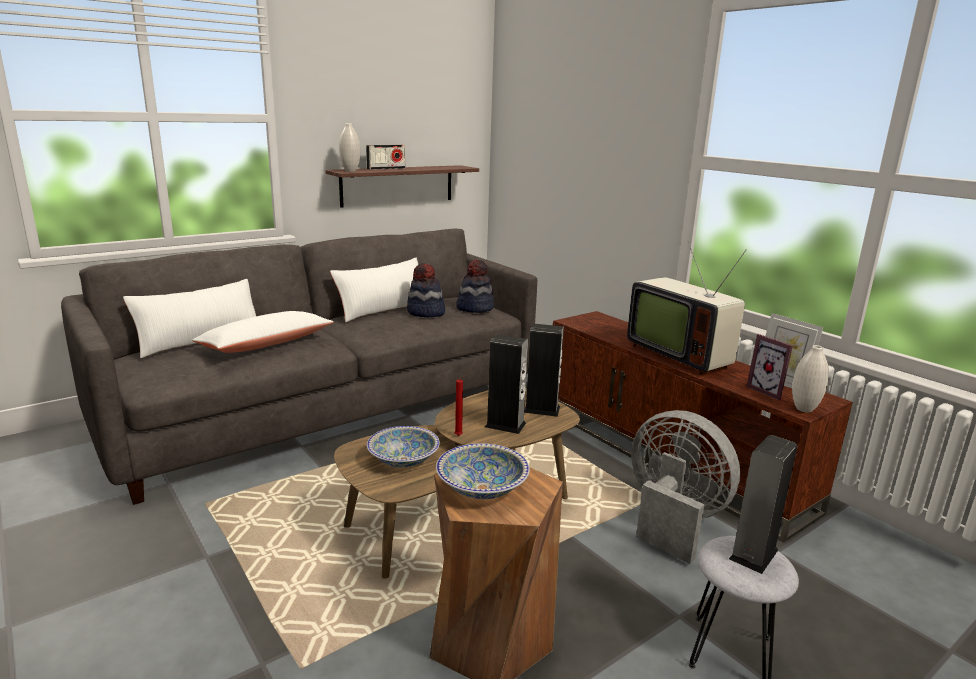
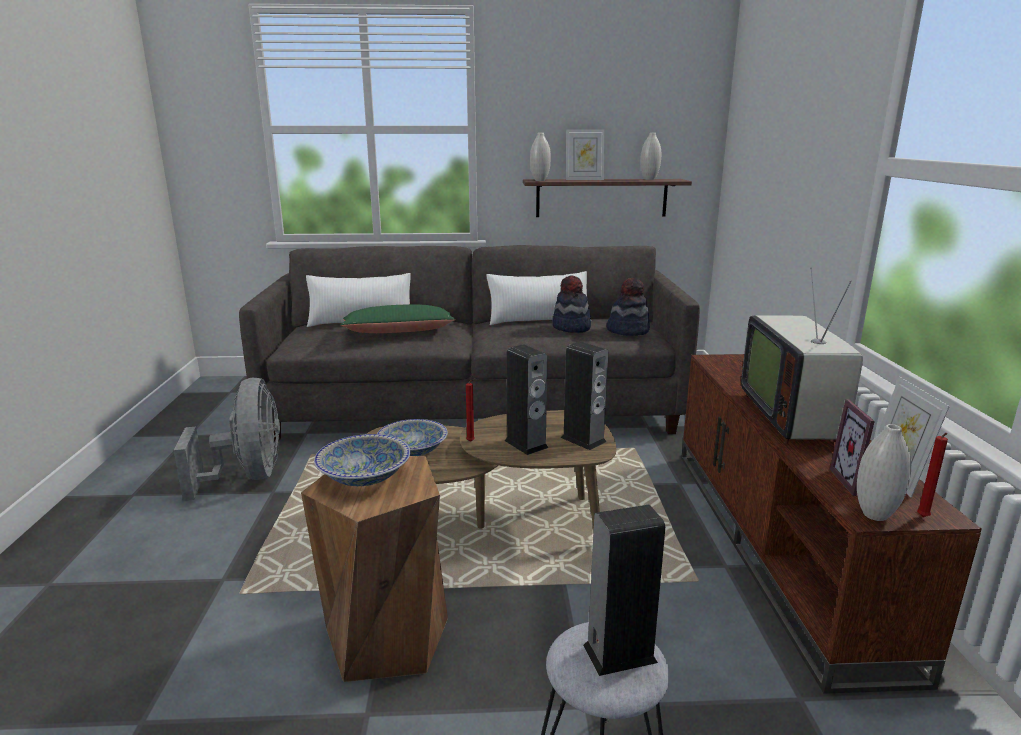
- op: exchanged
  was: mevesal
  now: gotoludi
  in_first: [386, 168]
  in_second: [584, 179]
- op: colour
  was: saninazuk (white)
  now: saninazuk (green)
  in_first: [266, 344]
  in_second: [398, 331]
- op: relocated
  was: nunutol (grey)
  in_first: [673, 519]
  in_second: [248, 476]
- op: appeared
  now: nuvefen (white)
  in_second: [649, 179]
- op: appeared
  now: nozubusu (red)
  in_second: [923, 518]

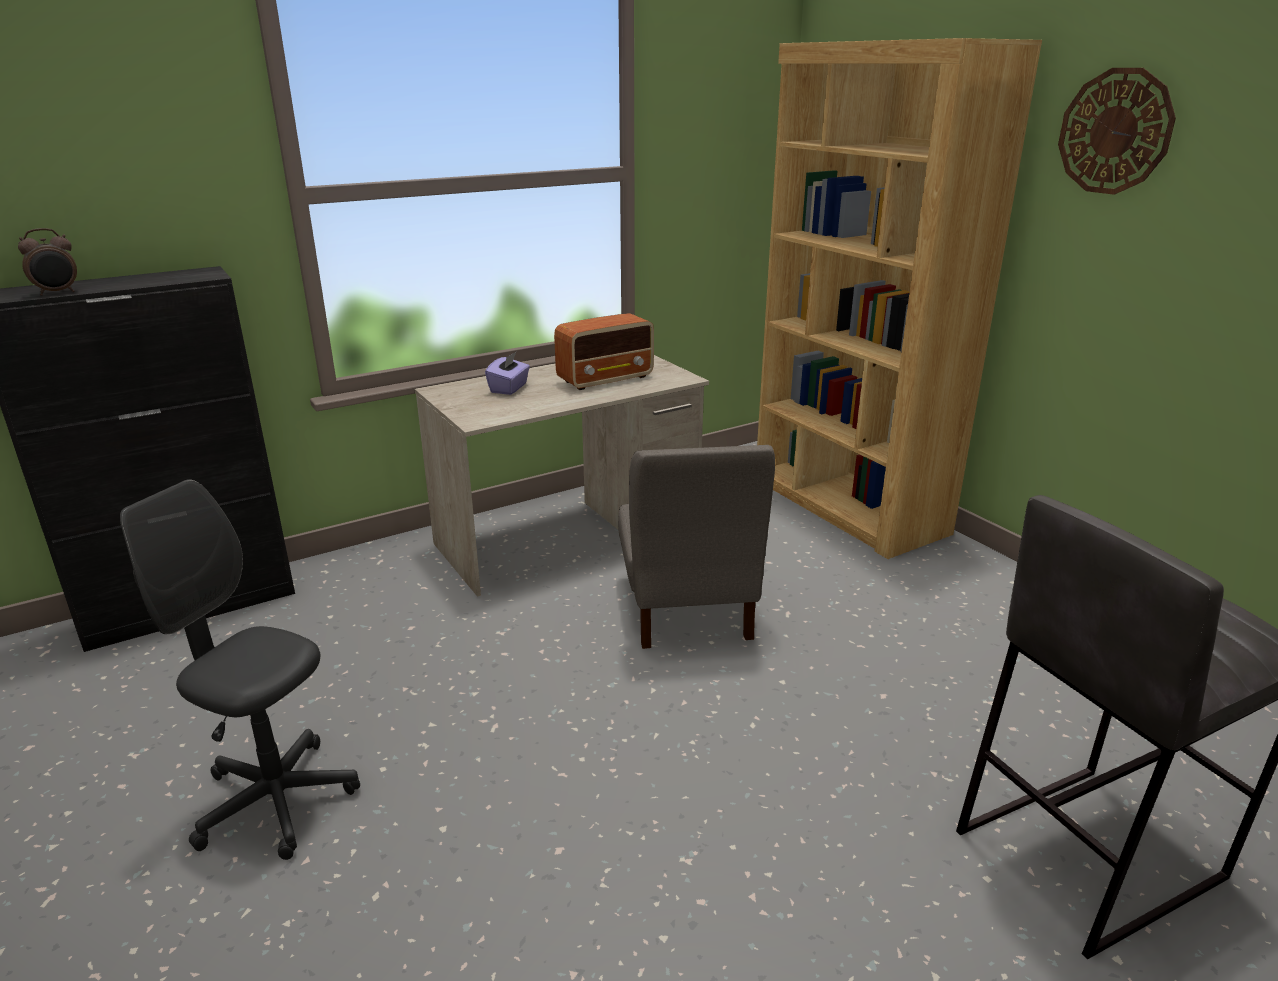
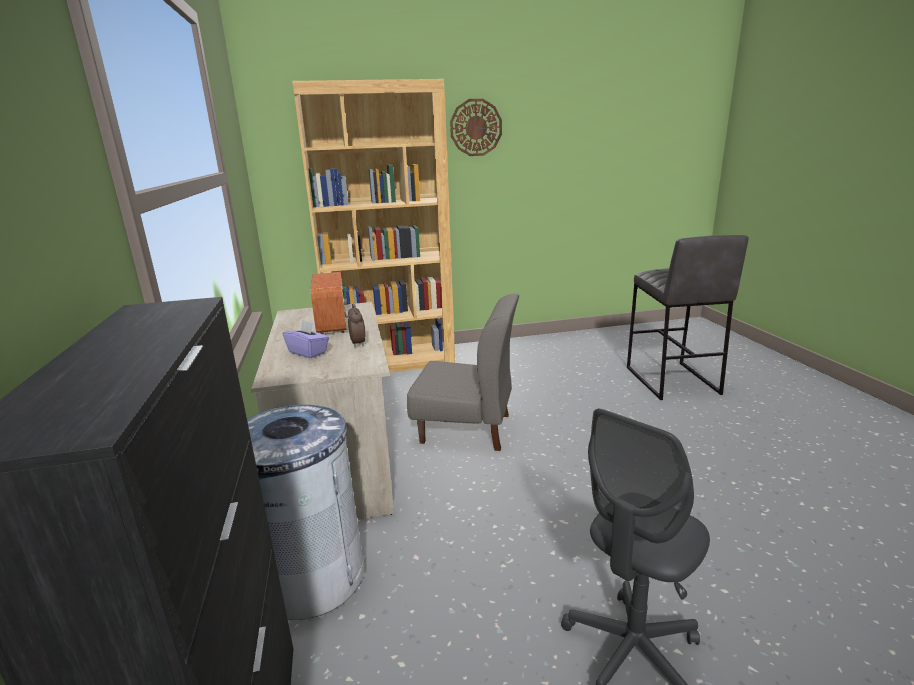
- op: relocated
  was: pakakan
  in_first: [58, 293]
  in_second: [358, 344]
- op: appeared
  now: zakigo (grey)
  in_second: [312, 576]

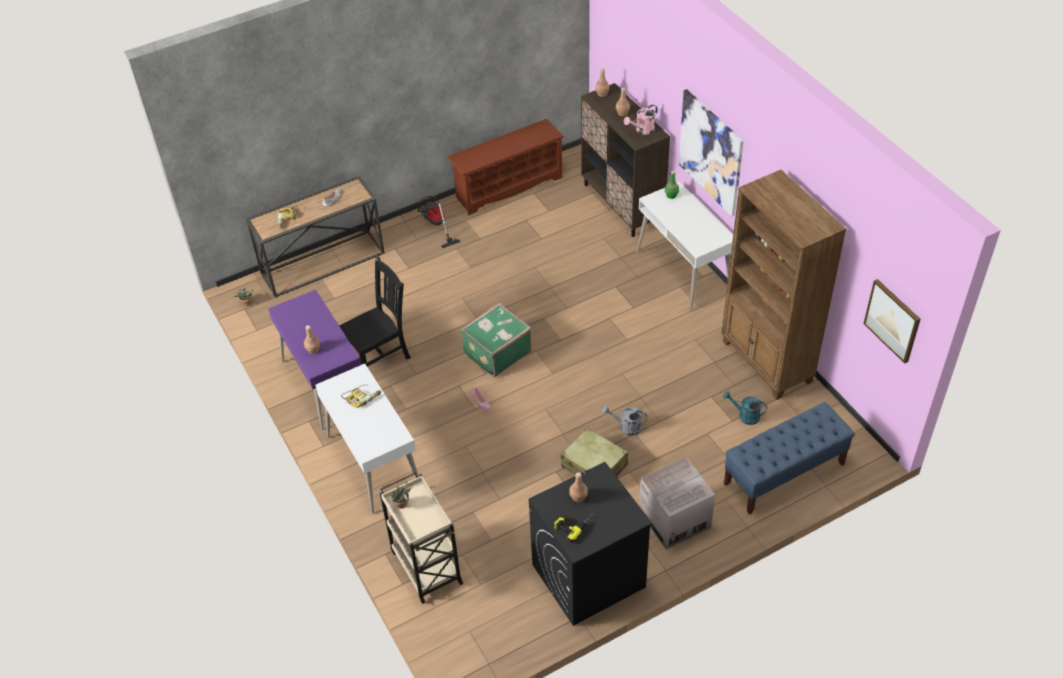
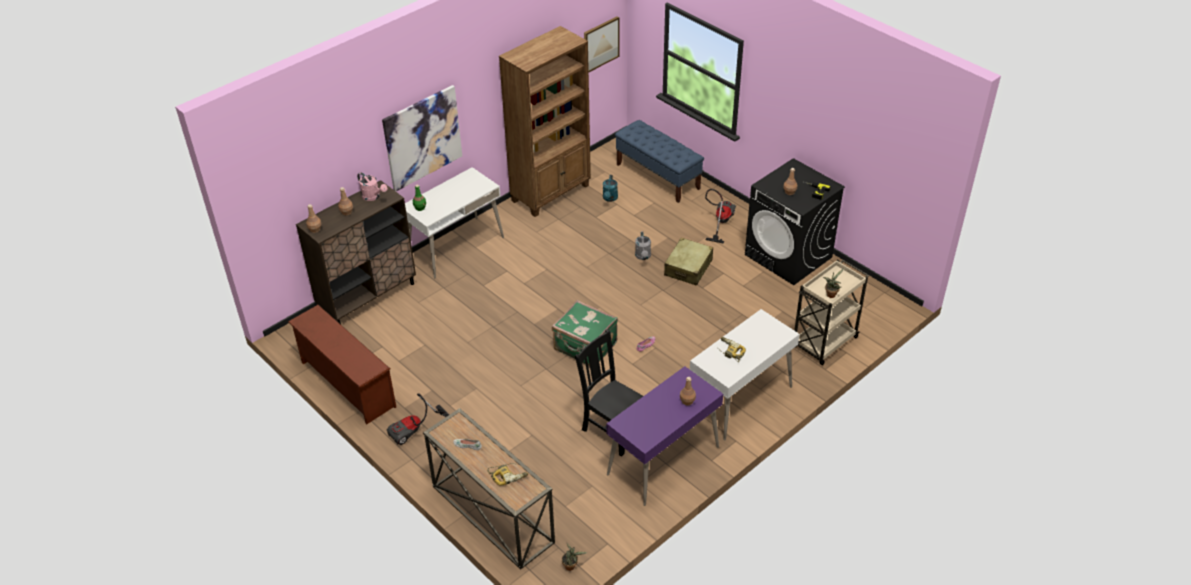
- op: exchanged
  was: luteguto
  now: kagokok
  in_first: [674, 519]
  in_second: [720, 222]

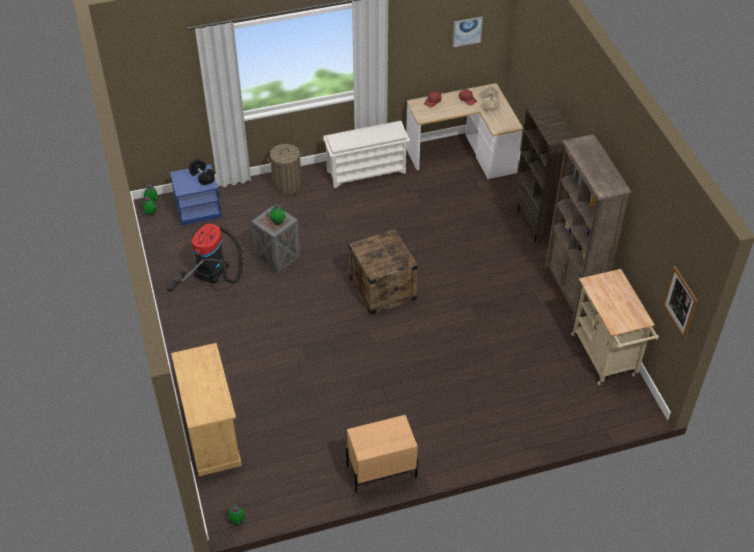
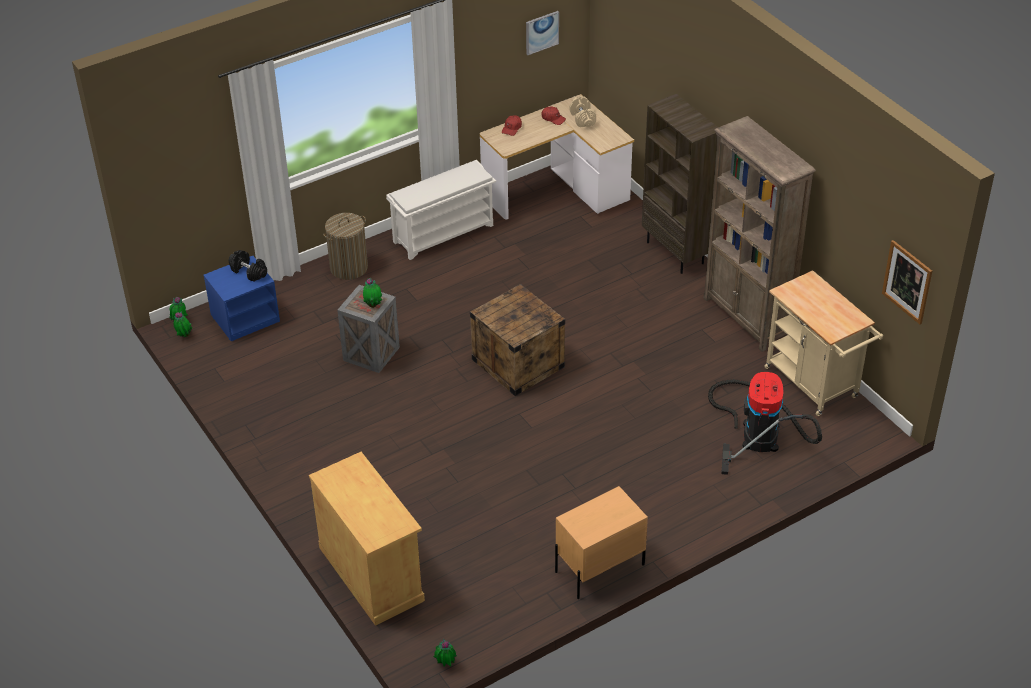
- op: relocated
  was: kagokok
  in_first: [212, 267]
  in_second: [759, 432]

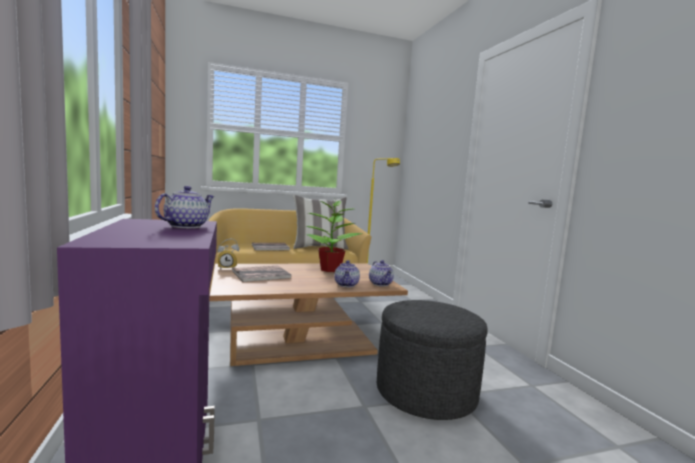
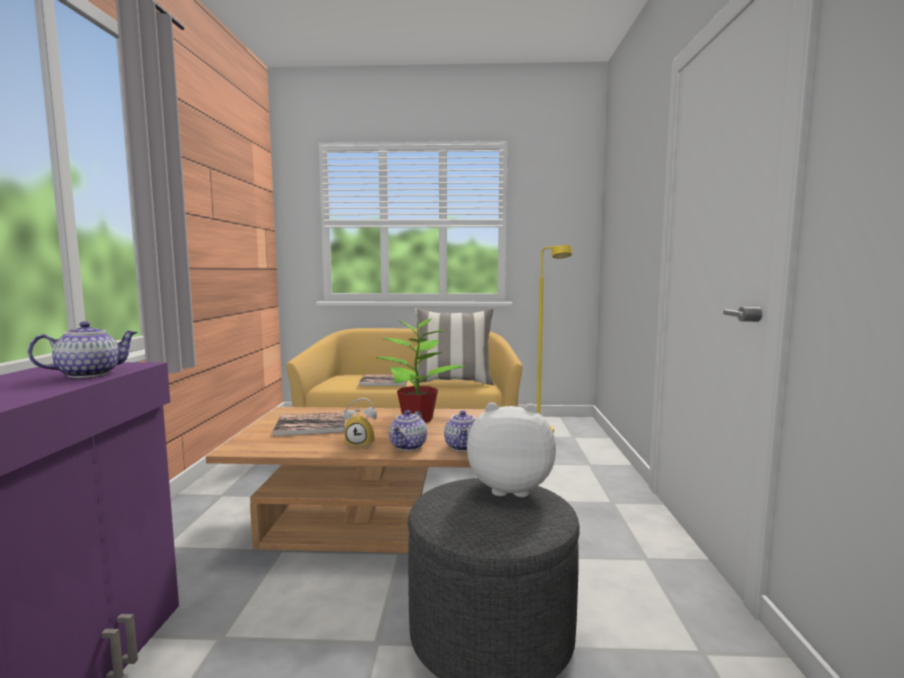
- op: relocated
  was: pakakan
  in_first: [227, 268]
  in_second: [361, 444]
- op: appeared
  now: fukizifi
  in_second: [510, 488]

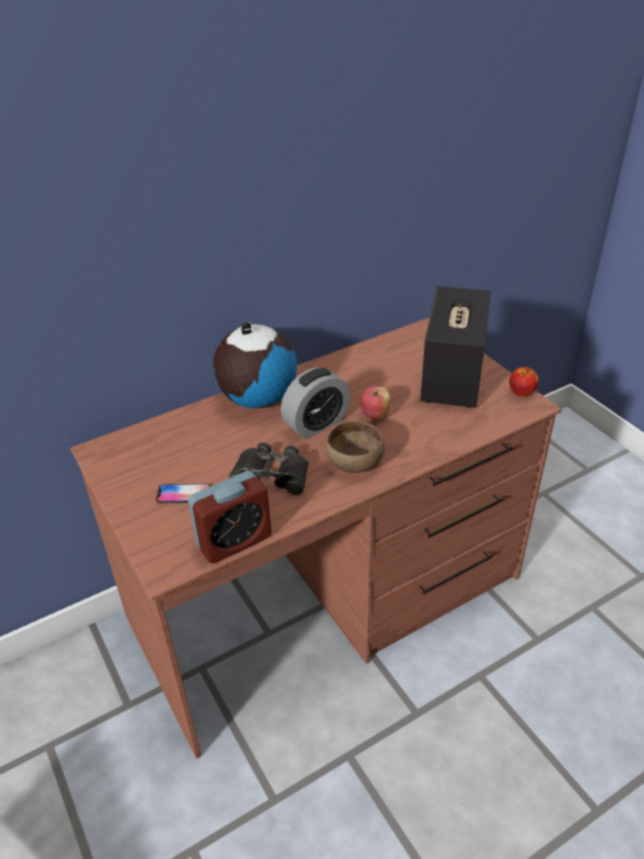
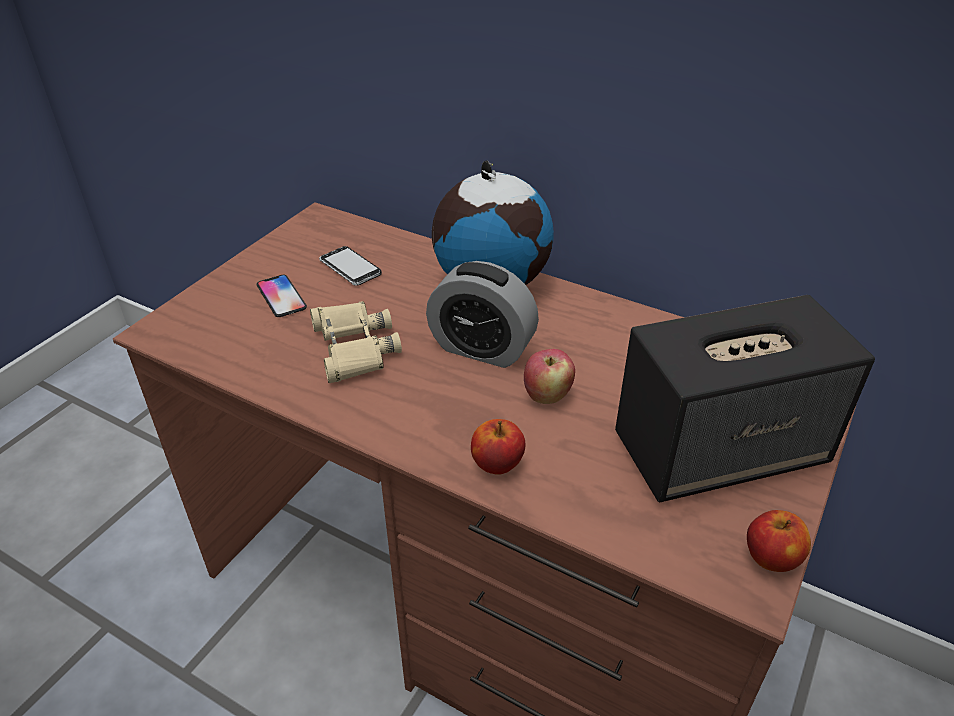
- op: missing
  was: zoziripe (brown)
  in_first: [353, 462]
- op: colour
  was: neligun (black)
  now: neligun (beige)
  in_first: [271, 475]
  in_second: [353, 348]
- op: missing
  was: pakakan
  in_first: [234, 541]
- op: appeared
  now: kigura
  in_second: [350, 268]
- op: appeared
  now: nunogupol
  in_second: [497, 464]

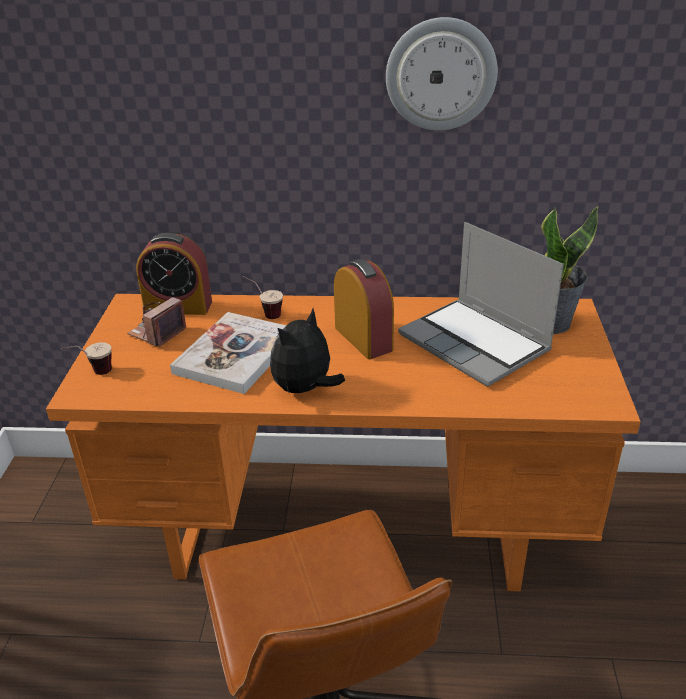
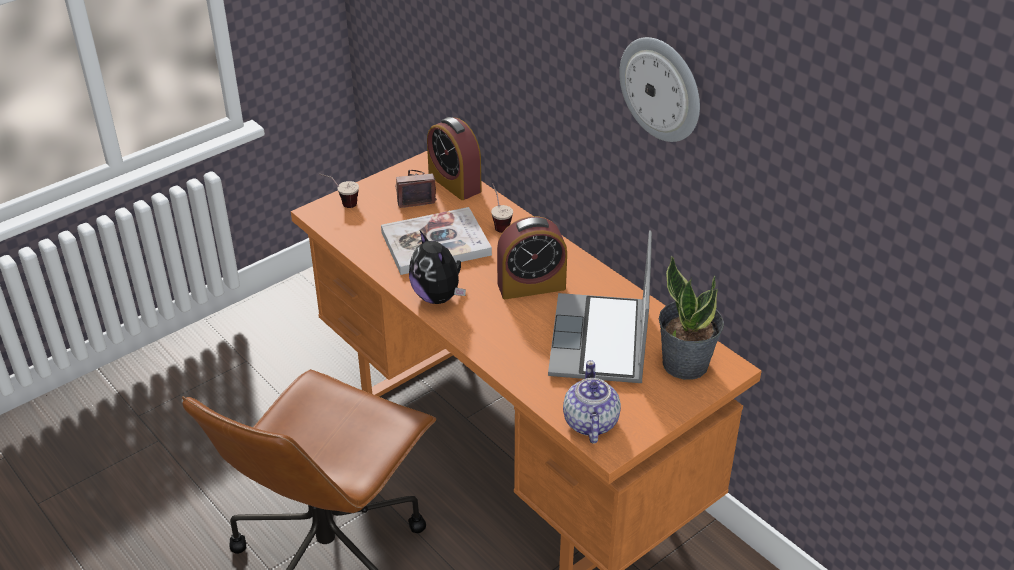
- op: spun
  was: pakakan
  in_first: [363, 338]
  in_second: [531, 286]
  clockwise: 60
- op: spun
  was: fukizifi
  in_first: [305, 389]
  in_second: [438, 296]
  clockwise: -120
- op: appeared
  now: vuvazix
  in_second: [590, 423]

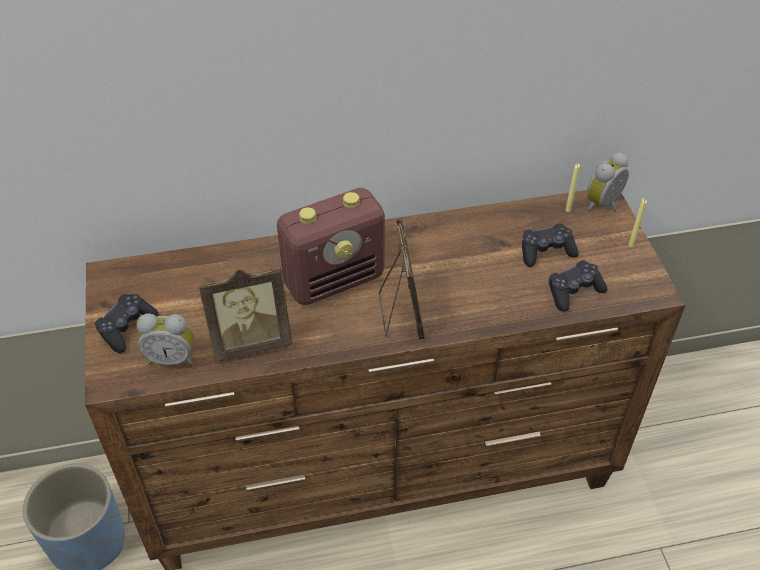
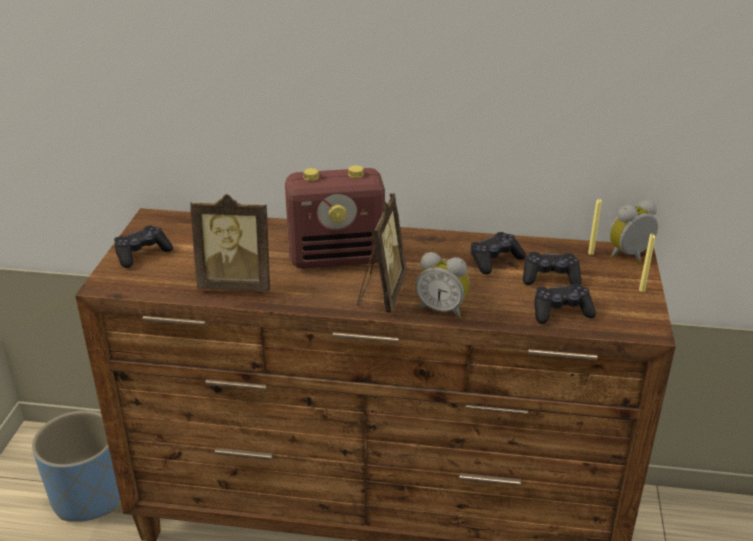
- op: relocated
  was: pakakan
  in_first: [172, 358]
  in_second: [442, 309]
- op: appeared
  now: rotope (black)
  in_second: [495, 260]

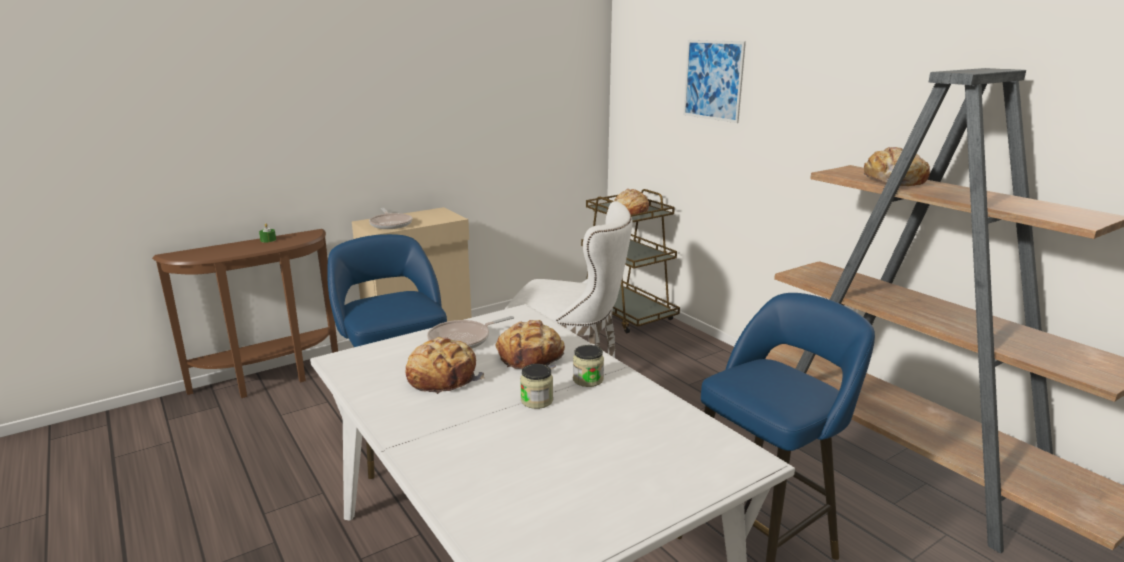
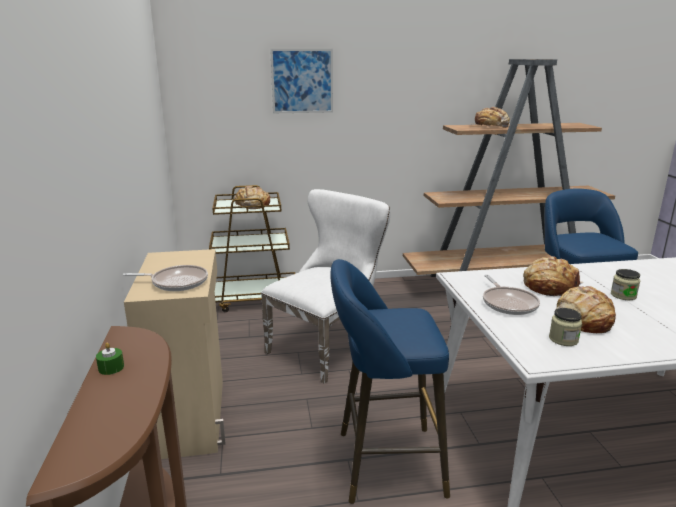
- op: relocated
  was: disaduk
  in_first: [588, 380]
  in_second: [563, 339]

